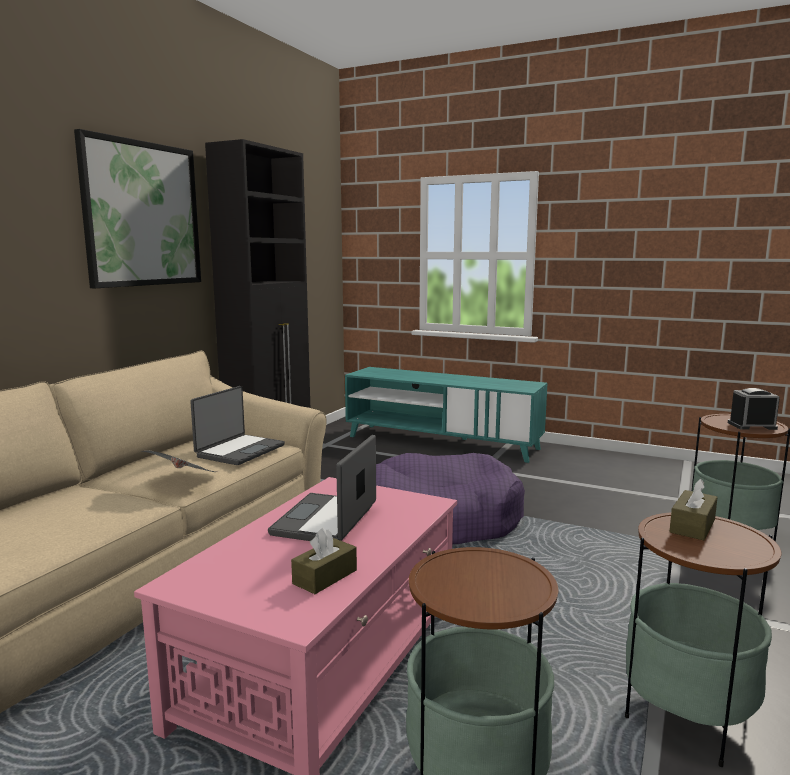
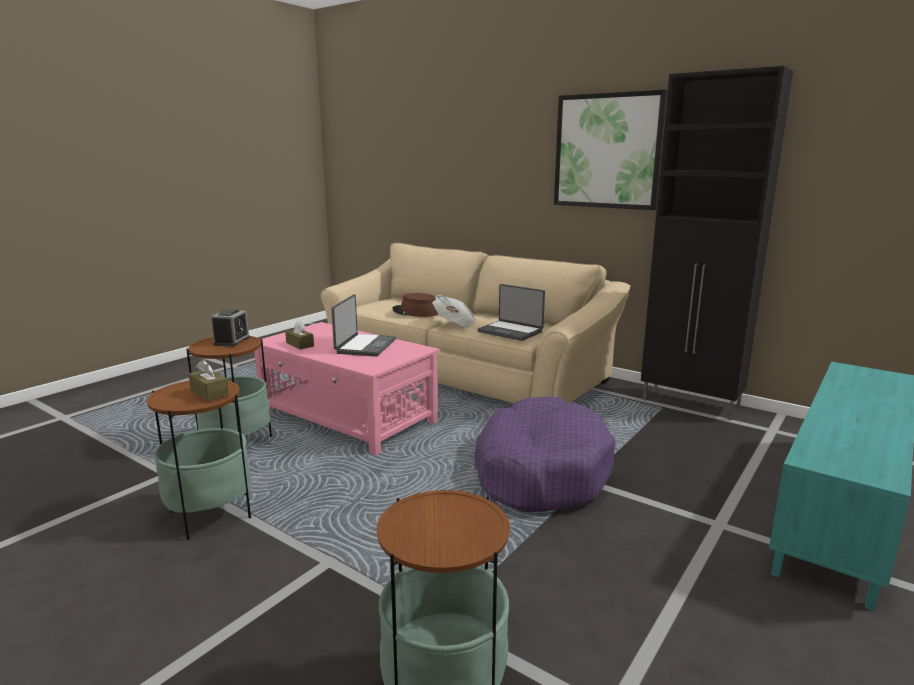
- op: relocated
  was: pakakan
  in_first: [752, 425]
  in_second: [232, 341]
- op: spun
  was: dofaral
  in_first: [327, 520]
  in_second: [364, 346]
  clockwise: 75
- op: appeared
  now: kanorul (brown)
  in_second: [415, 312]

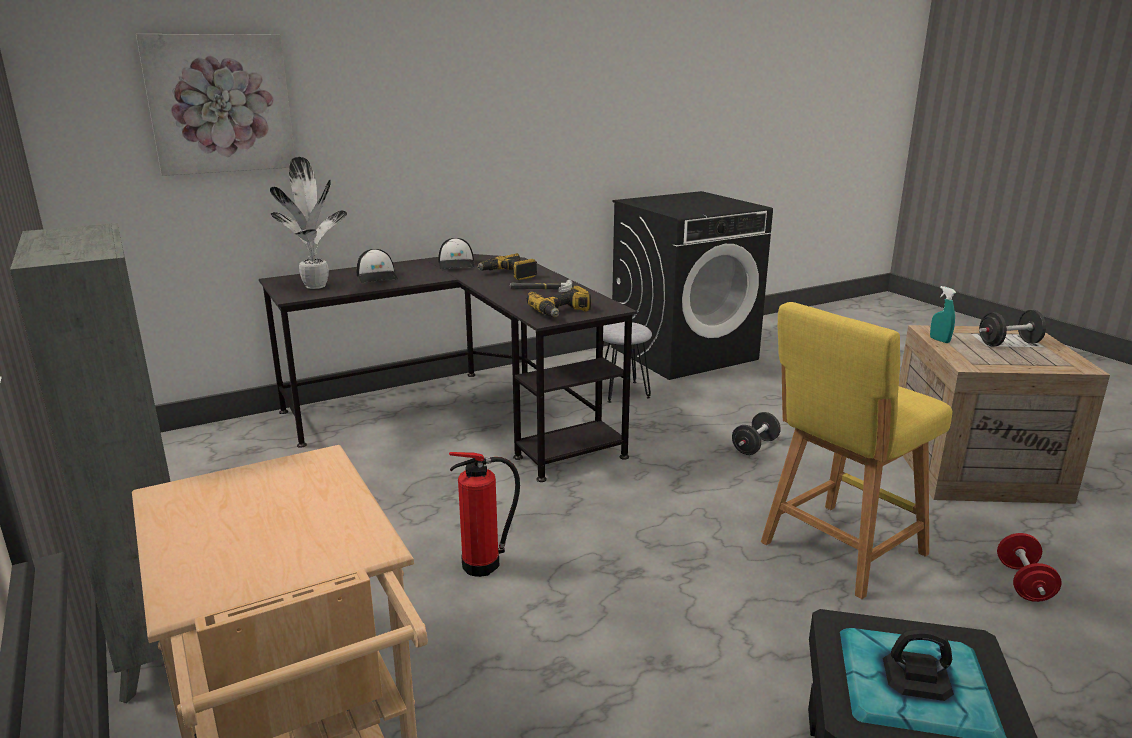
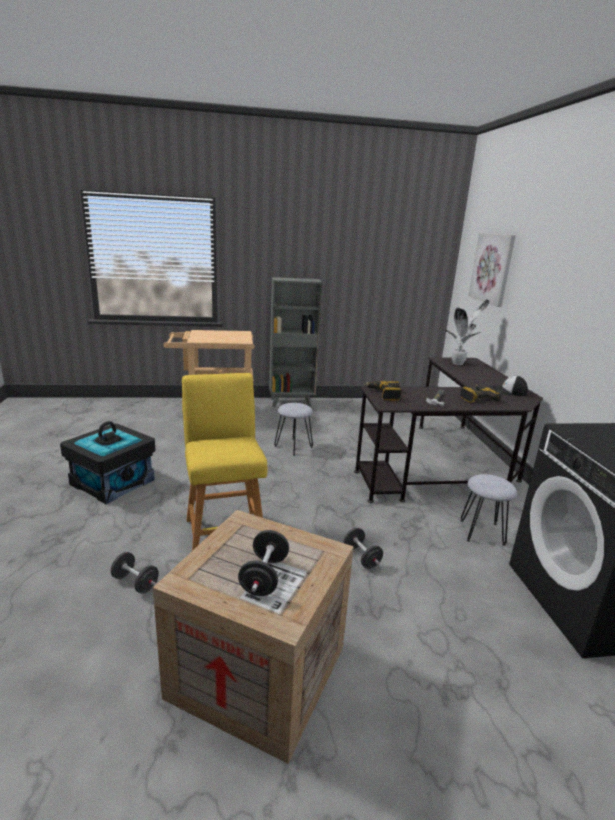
- op: missing
  was: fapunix
  in_first: [377, 276]
- op: missing
  was: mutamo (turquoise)
  in_first: [939, 340]
- op: exchanged
  was: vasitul
  now: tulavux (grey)
  in_first: [485, 564]
  in_second: [293, 446]
- op: colour
  was: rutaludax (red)
  now: rutaludax (black)
  in_first: [1023, 583]
  in_second: [135, 583]

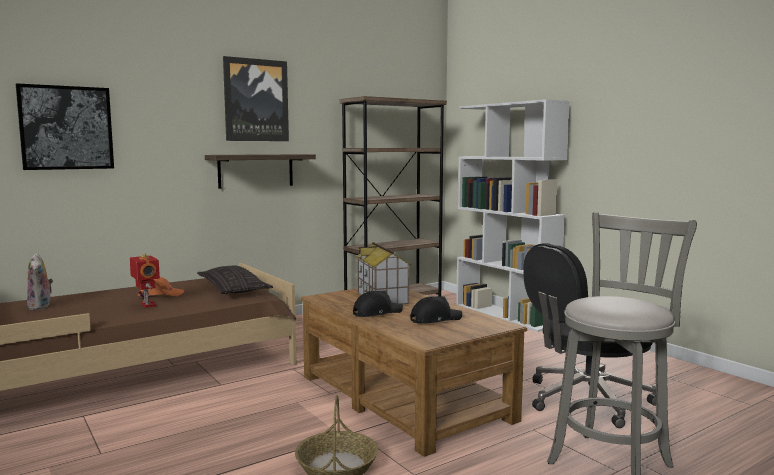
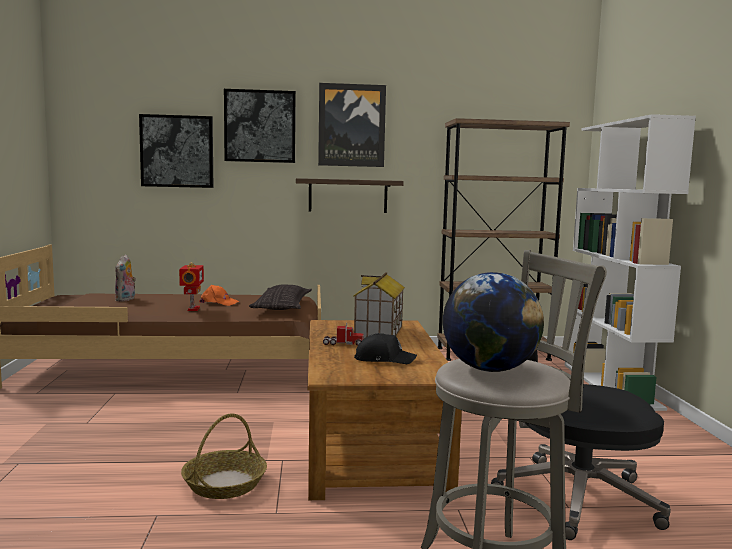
- op: exchanged
  was: fapunix (black)
  now: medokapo
  in_first: [376, 312]
  in_second: [343, 344]
- op: appeared
  now: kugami
  in_second: [260, 126]
- op: appeared
  now: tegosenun
  in_second: [489, 369]

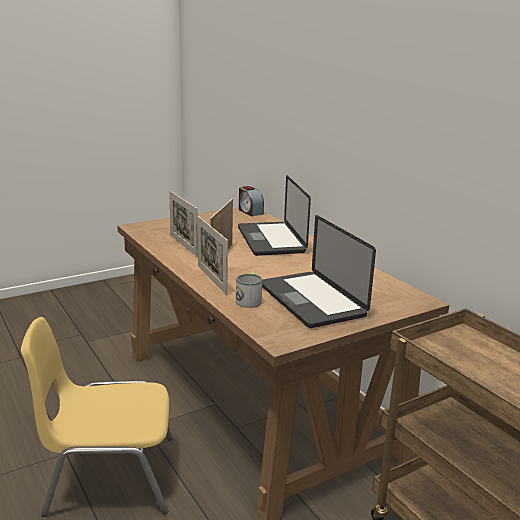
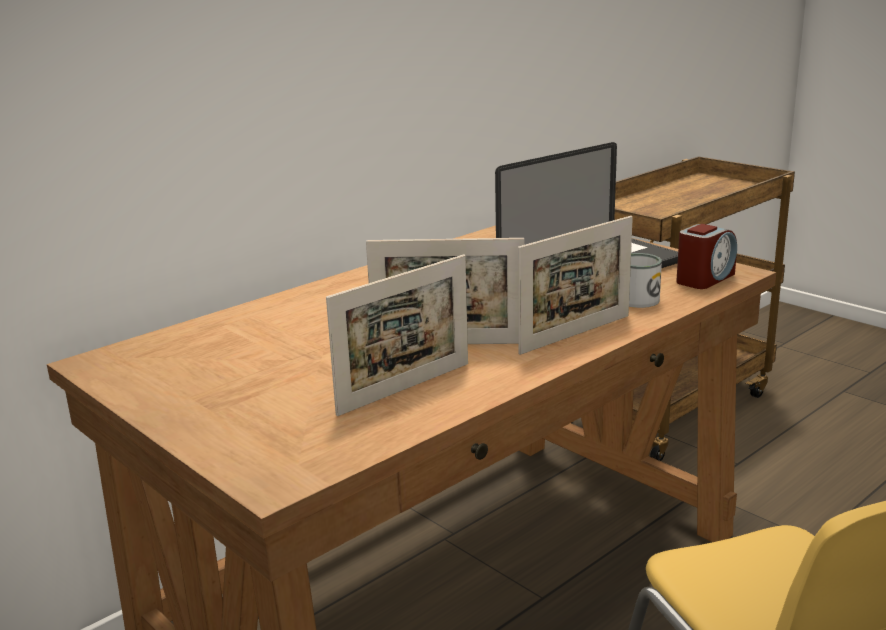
- op: missing
  was: dofaral
  in_first: [270, 240]
- op: relocated
  was: pakakan
  in_first: [250, 211]
  in_second: [704, 279]

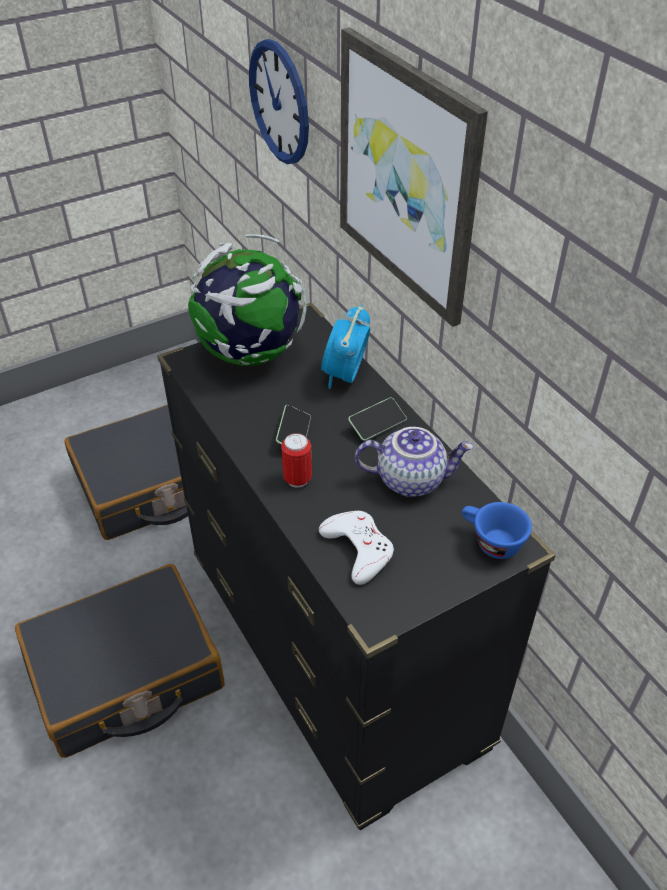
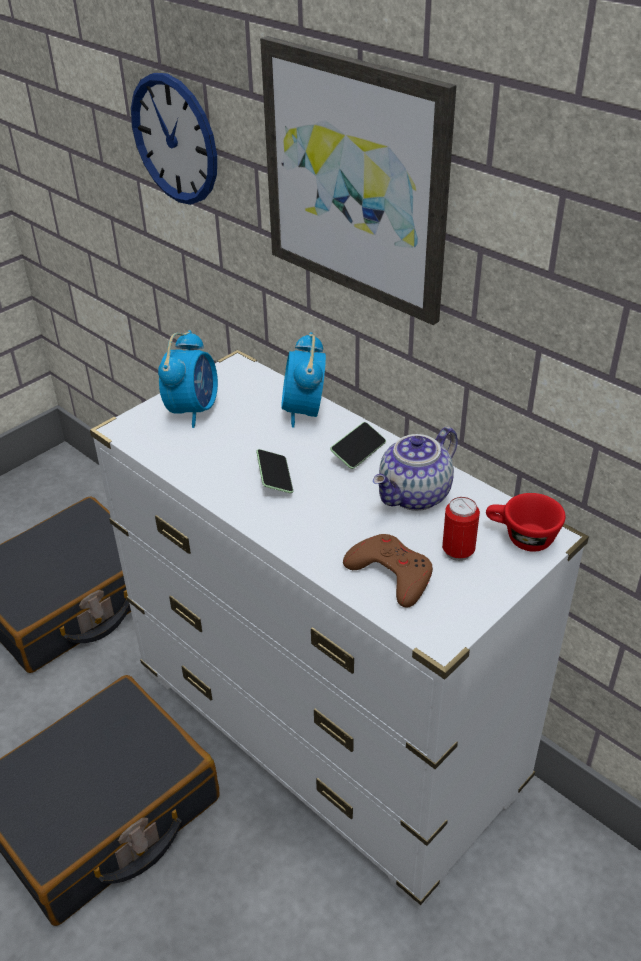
- op: exchanged
  was: tegosenun
  now: pakakan
  in_first: [250, 354]
  in_second: [193, 410]
- op: colour
  was: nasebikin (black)
  now: nasebikin (white)
  in_first: [334, 650]
  in_second: [327, 728]
- op: spun
  was: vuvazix
  in_first: [411, 479]
  in_second: [415, 496]
  clockwise: 150
- op: relocated
  was: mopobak
  in_first: [297, 479]
  in_second: [458, 552]
- op: colour
  was: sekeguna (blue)
  now: sekeguna (red)
  in_first: [490, 542]
  in_second: [521, 538]
- op: colour
  was: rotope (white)
  now: rotope (brown)
  in_first: [358, 549]
  in_second: [391, 574]

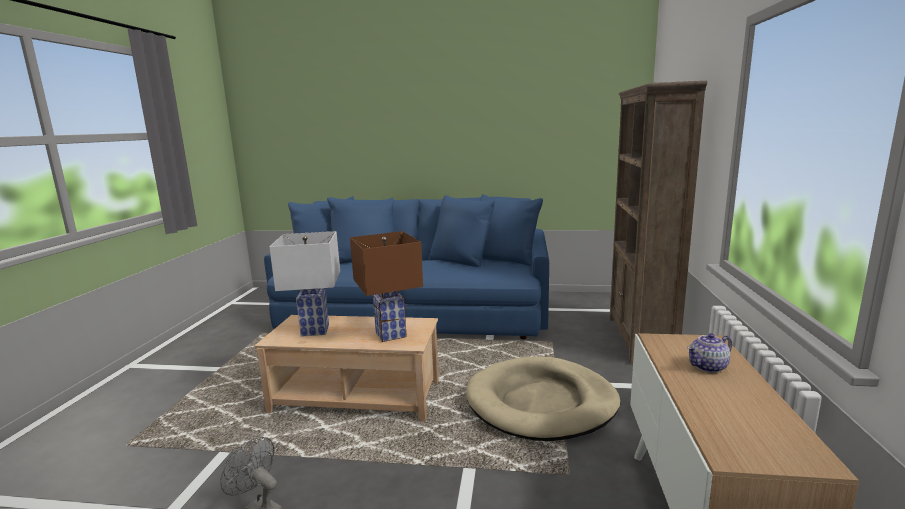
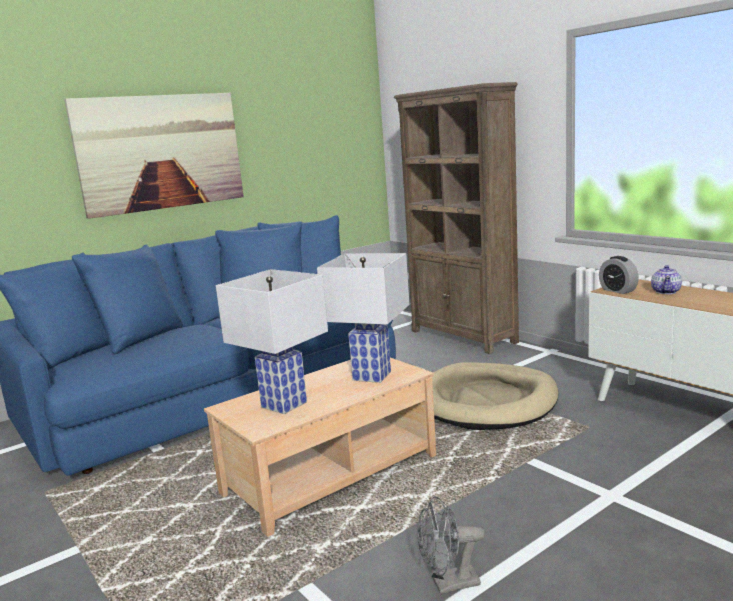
- op: colour
  was: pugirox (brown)
  now: pugirox (white)
  in_first: [391, 335]
  in_second: [373, 376]
- op: appeared
  now: kugami
  in_second: [161, 152]
- op: appeared
  now: pakakan
  in_second: [618, 290]

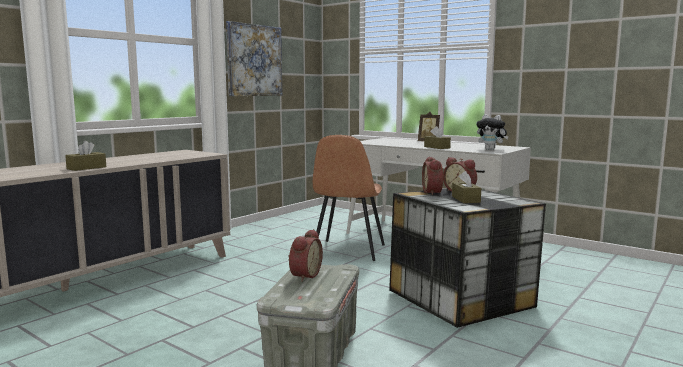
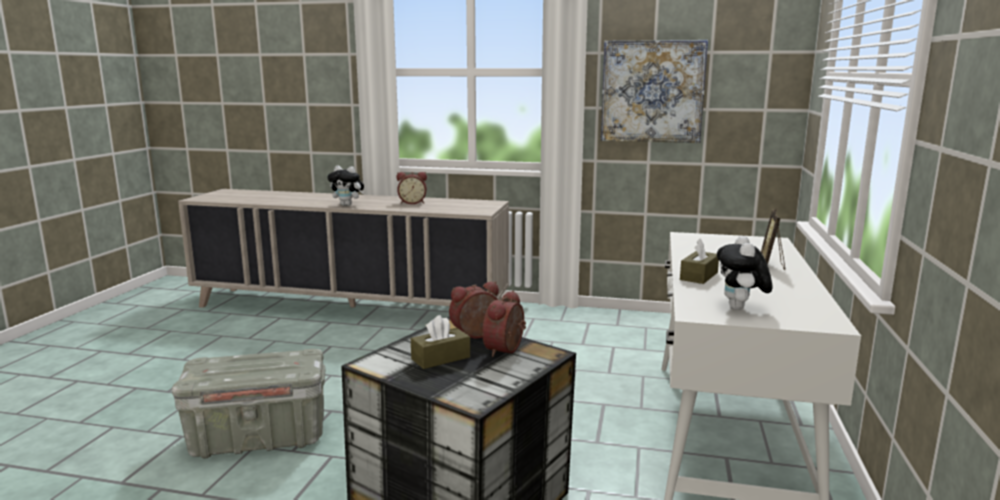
- op: missing
  was: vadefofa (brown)
  in_first: [348, 251]
- op: exchanged
  was: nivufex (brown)
  now: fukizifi
  in_first: [86, 168]
  in_second: [348, 205]
- op: relocated
  was: pakakan
  in_first: [304, 275]
  in_second: [412, 202]

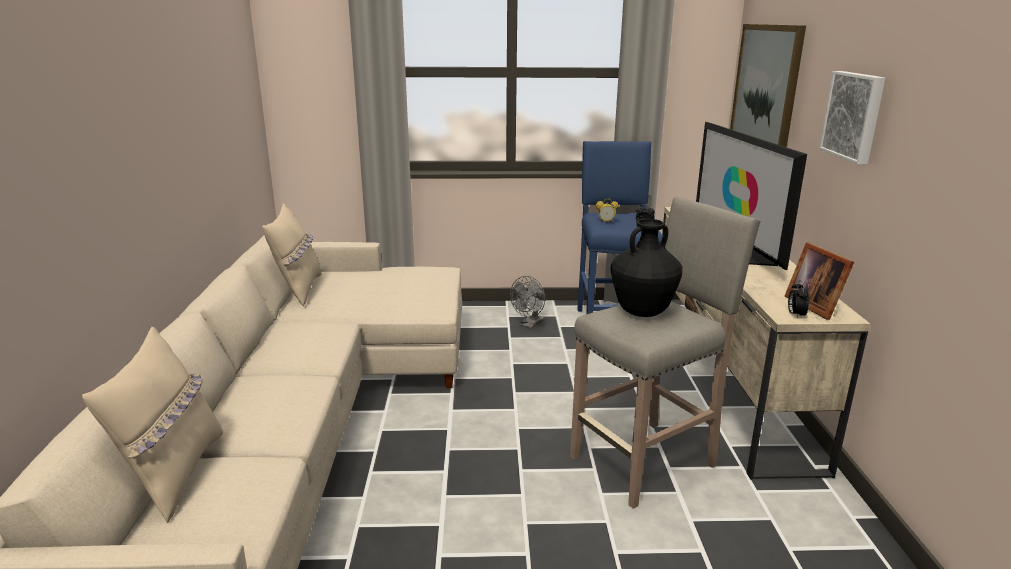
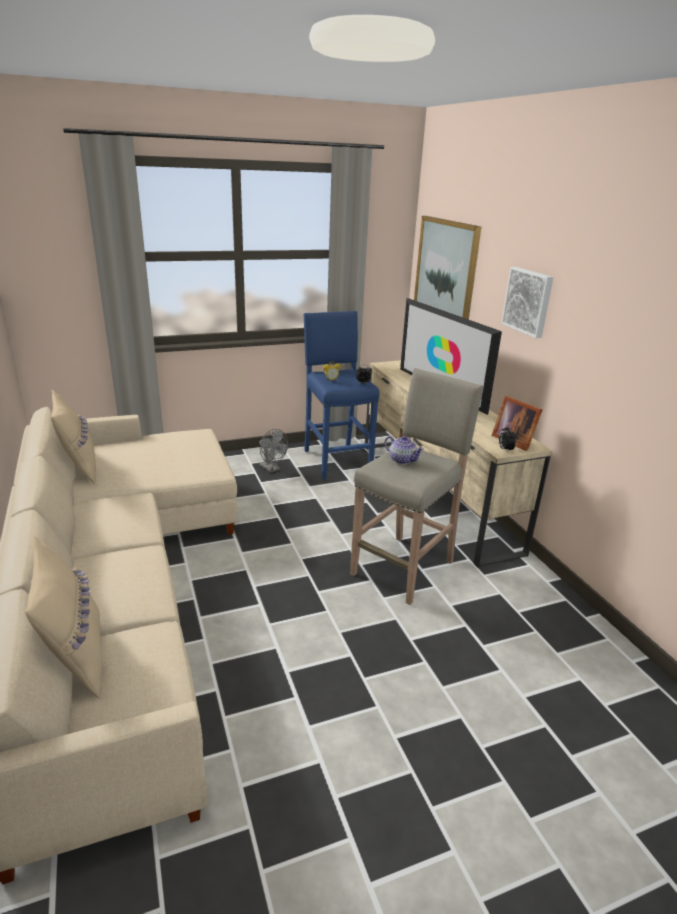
- op: exchanged
  was: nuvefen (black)
  now: vuvazix
  in_first: [642, 312]
  in_second: [402, 460]
- op: spun
  was: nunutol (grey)
  in_first: [530, 325]
  in_second: [272, 468]
  clockwise: -60

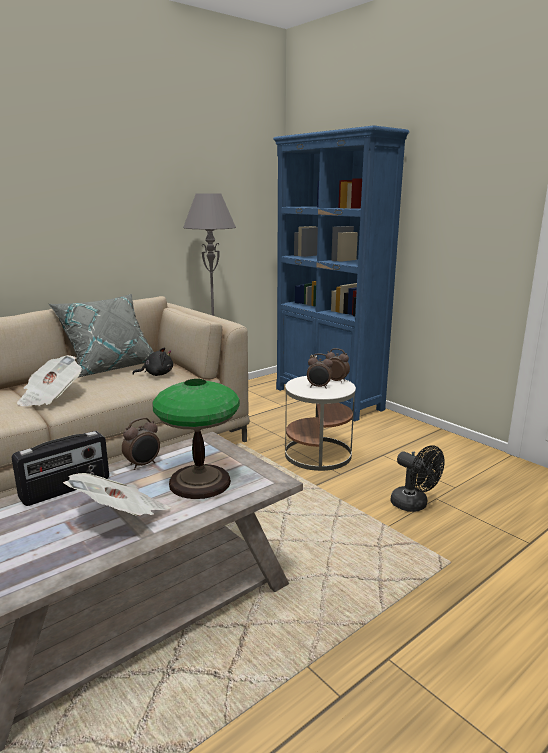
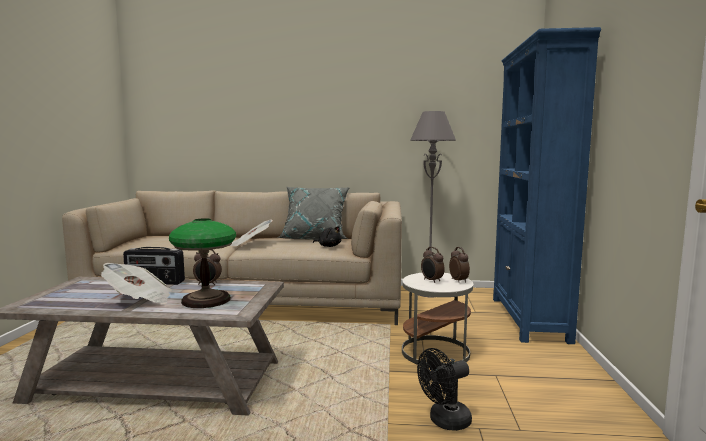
- op: spun
  was: nunutol (black)
  in_first: [414, 505]
  in_second: [444, 422]
  clockwise: 60

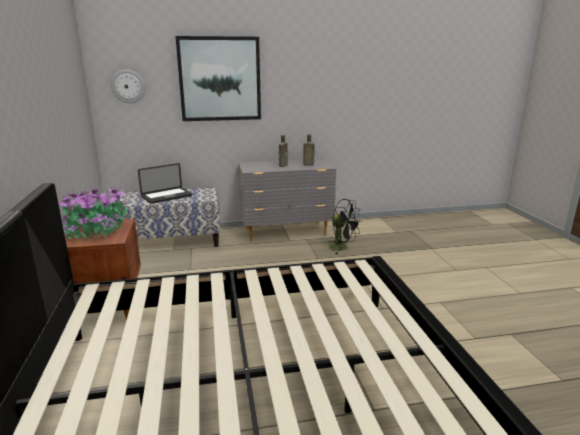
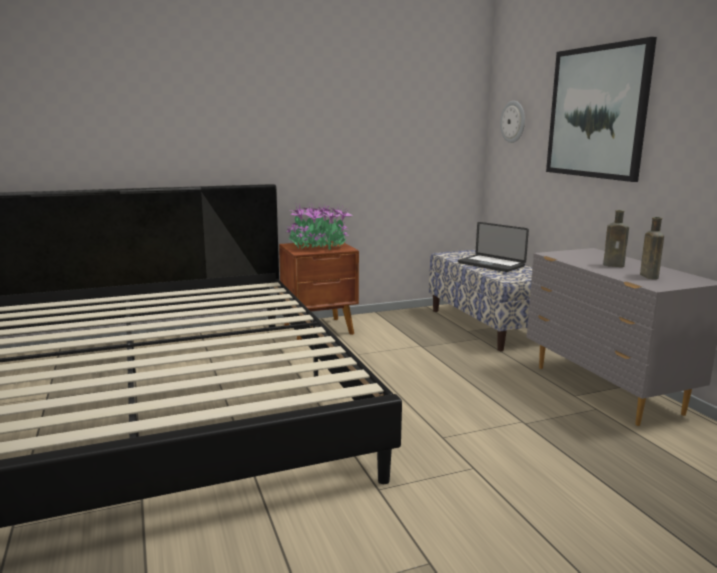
- op: missing
  was: nunutol (black)
  in_first: [342, 248]

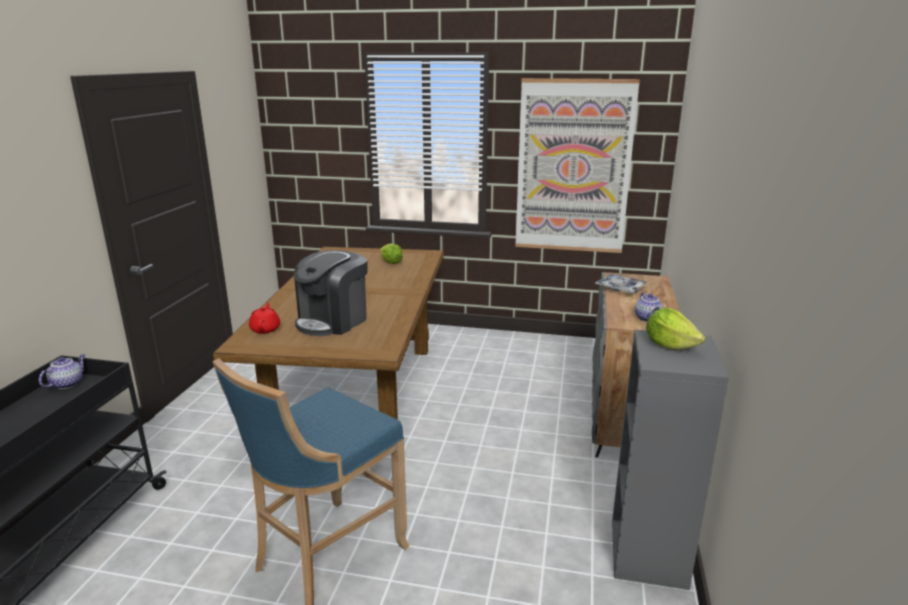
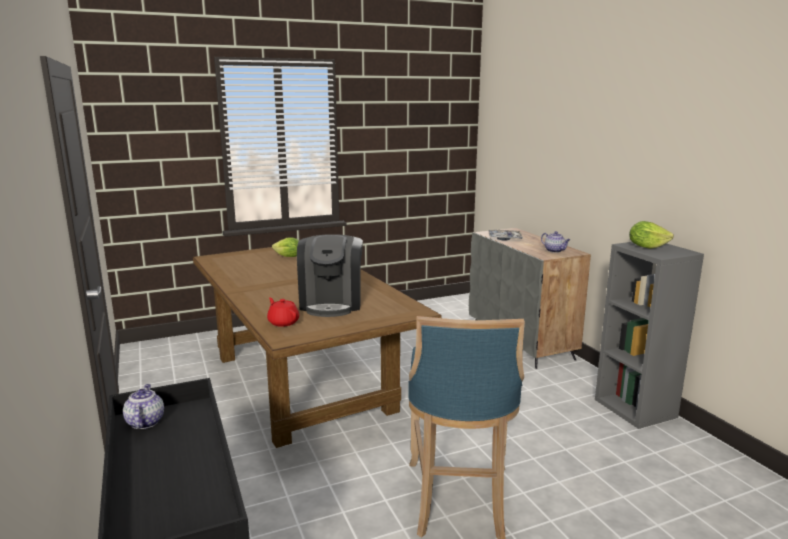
- op: missing
  was: kugami
  in_first: [573, 168]

